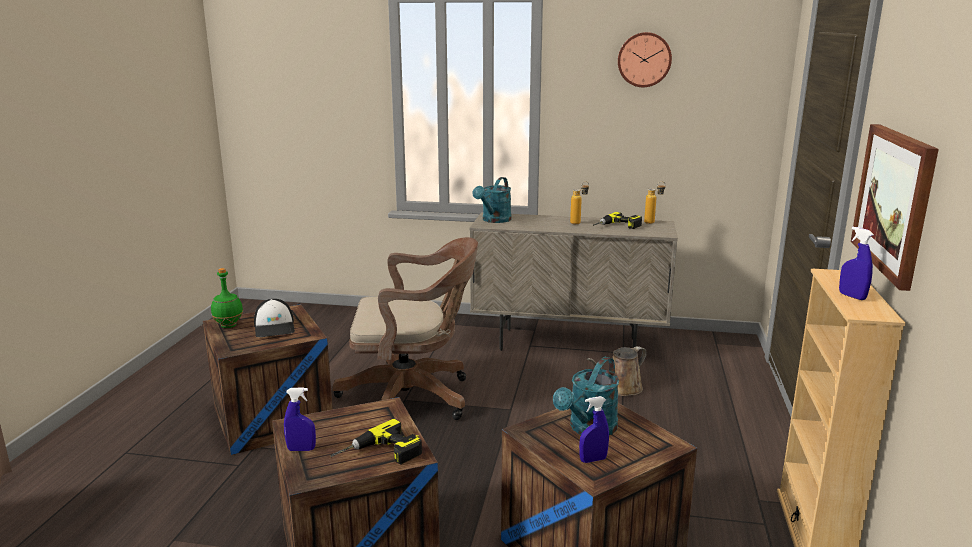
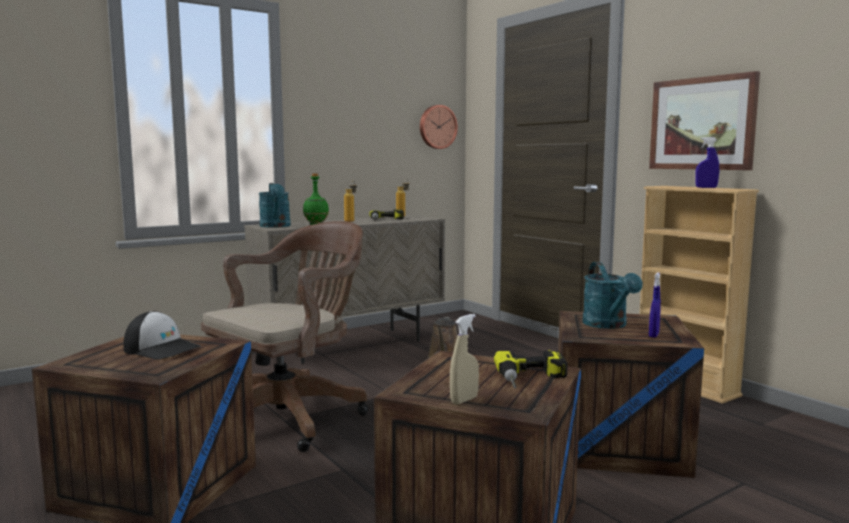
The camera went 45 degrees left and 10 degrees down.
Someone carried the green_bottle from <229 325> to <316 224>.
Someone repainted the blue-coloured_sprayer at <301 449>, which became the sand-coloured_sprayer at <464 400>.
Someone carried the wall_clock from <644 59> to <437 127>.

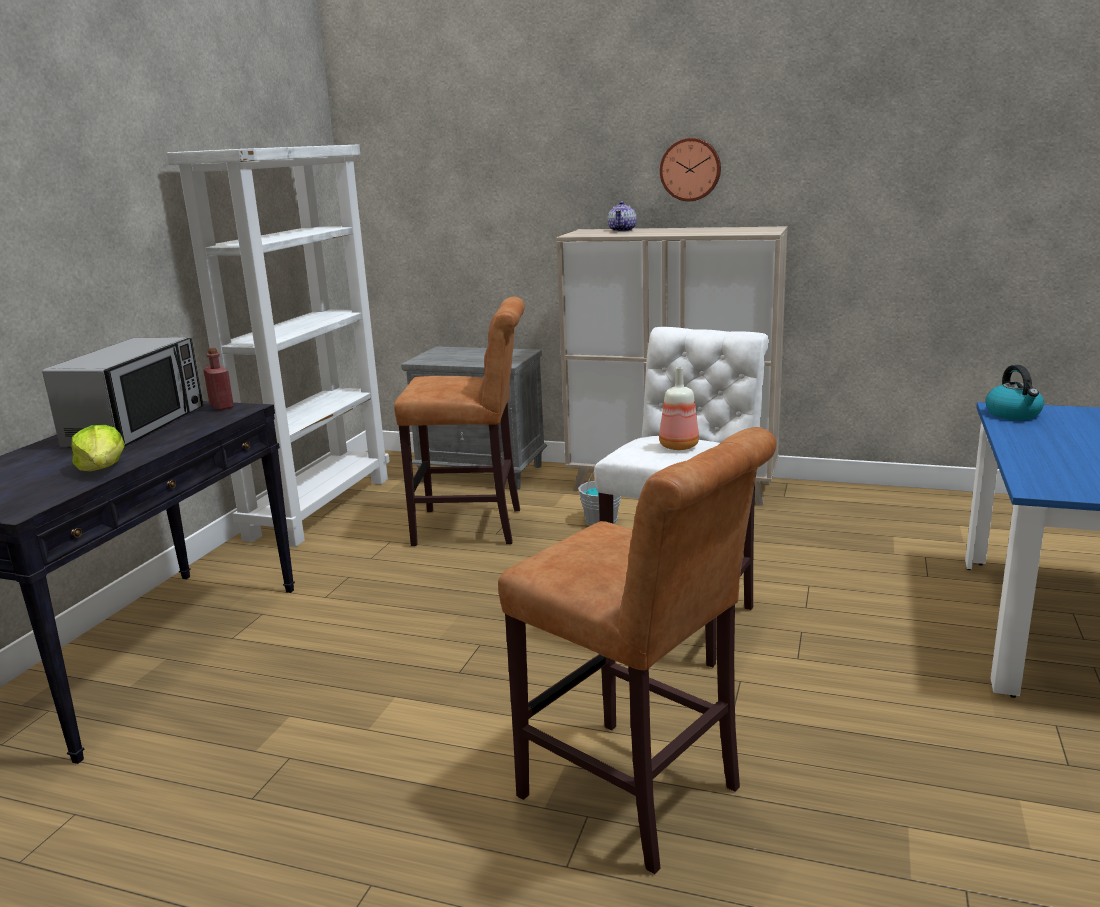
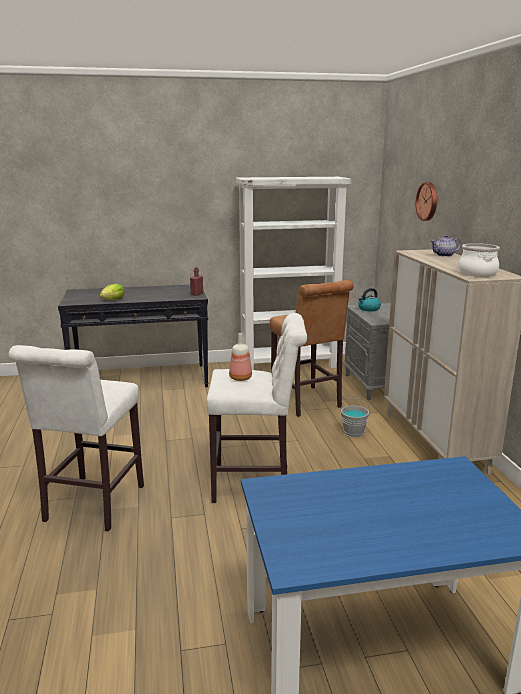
The camera went 60 degrees right and 0 degrees up.
Someone took away the microwave at <137 426>.
Someone repainted the brown-coloured_stool_seat at <638 798>, which became the white_stool_seat at <91 506>.
Someone carried the wall_clock from <690 169> to <428 201>.
Someone carried the water_kettle from <1013 414> to <368 309>.
Someone put down the cooking_pot at <476 273>.

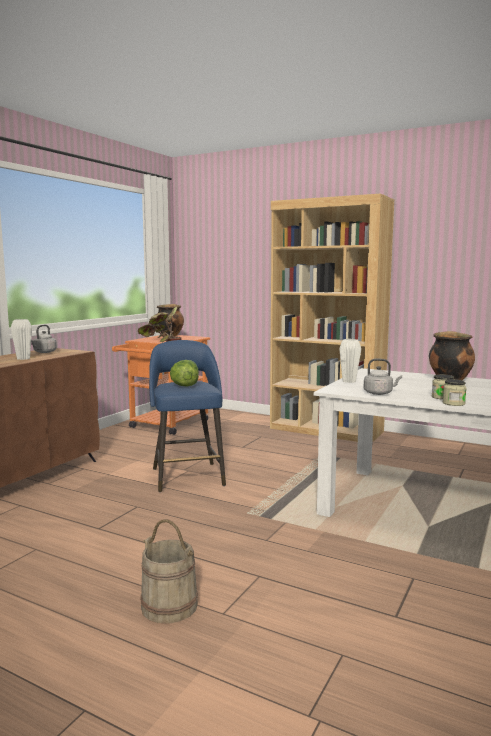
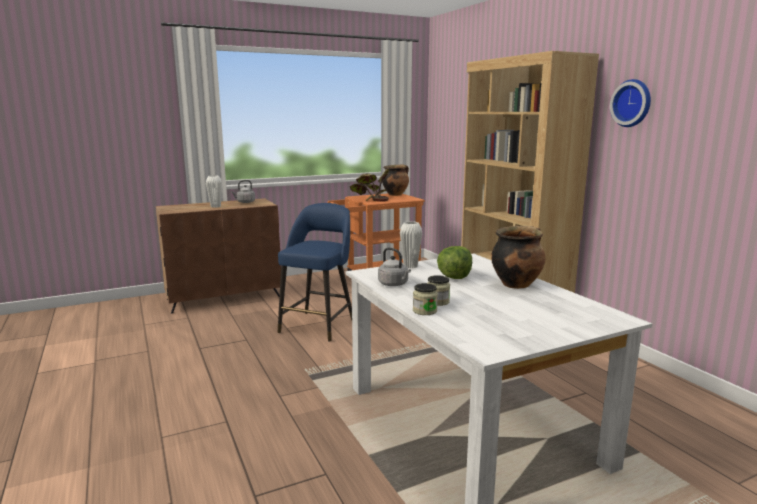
The camera went 35 degrees right and 5 degrees up.
Someone took away the sand-coloured_bucket at <169 606>.
Someone carried the lettuce from <184 386> to <454 277>.
Someone put up the wall_clock at <632 103>.

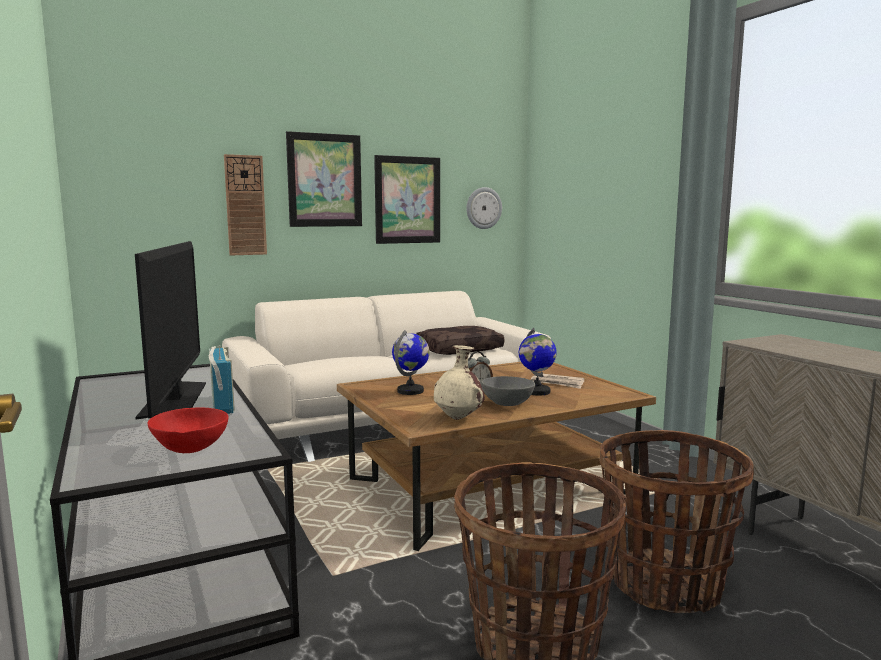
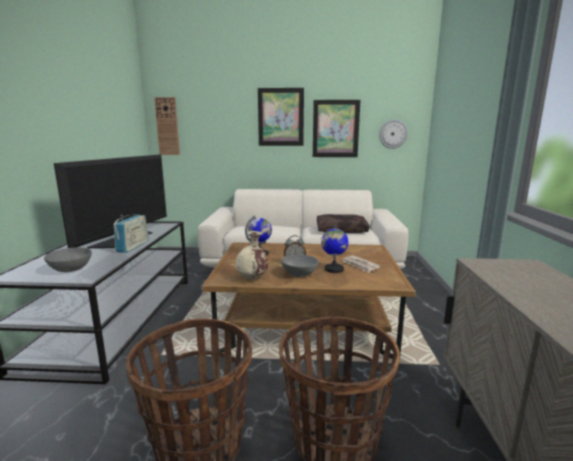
The camera went 30 degrees right and 5 degrees up.
Someone repainted the reddish_deep_dish at <191 448>, which became the greyish_deep_dish at <71 269>.
Someone carried the wall_clock from <245 205> to <167 126>.

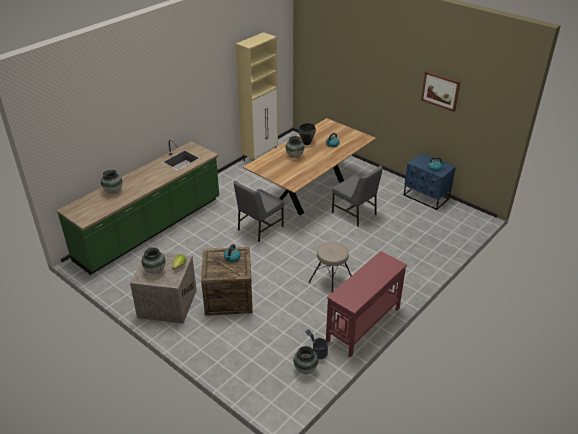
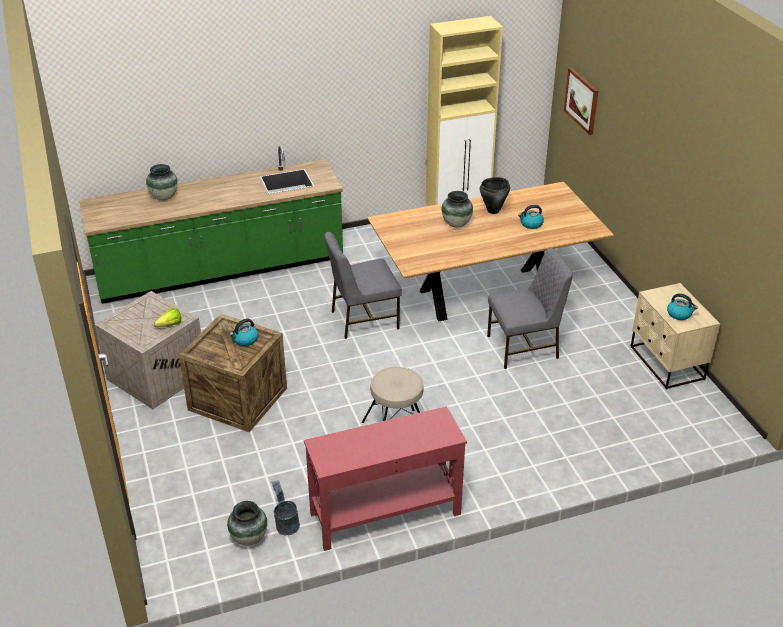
The camera went 30 degrees right and 0 degrees up.
Someone took away the decorative_vase at <155 270>.
Someone rotated the greyish_chair at <355 213> by 90 degrees counterclockwise.
Someone repainted the blue-coloured_bedside_table at <426 197>, which became the sand-coloured_bedside_table at <666 363>.
Someone carried the wall_picture from <440 91> to <581 100>.

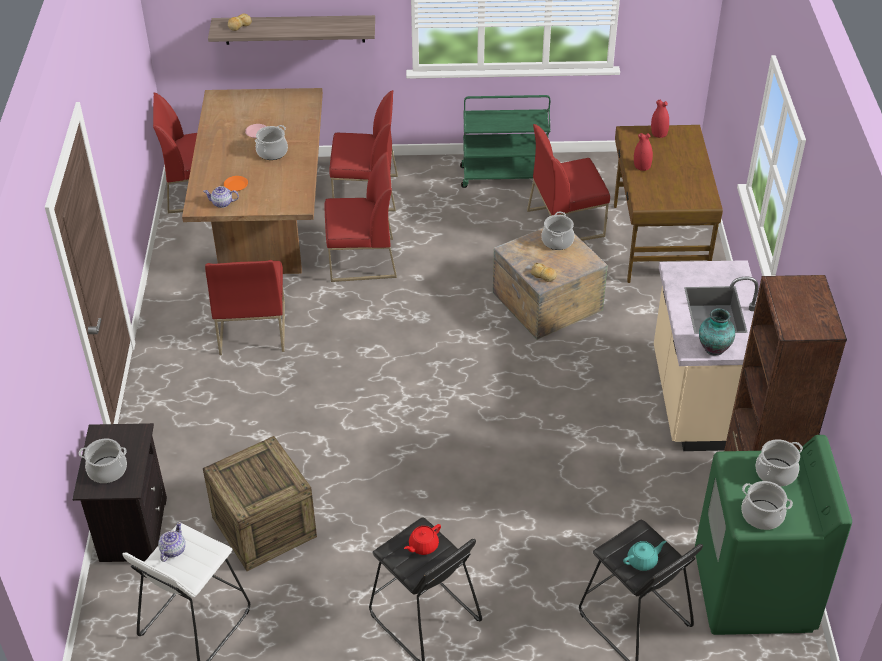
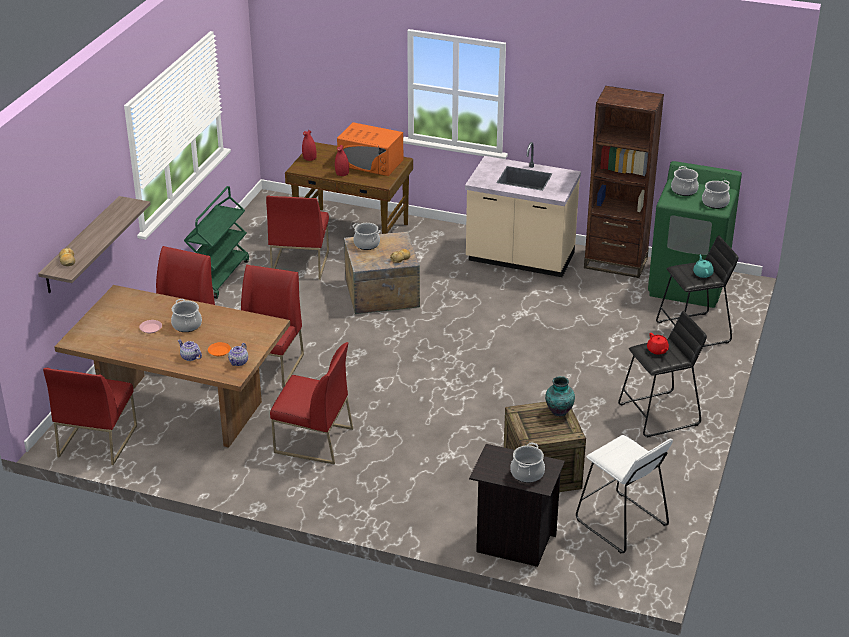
The camera went 70 degrees left and 10 degrees down.
Someone carried the tea_pot from <172 550> to <190 357>.
Someone carried the decorative_vase from <713 348> to <558 412>.
Someone put down the orangey_microwave at <371 163>.

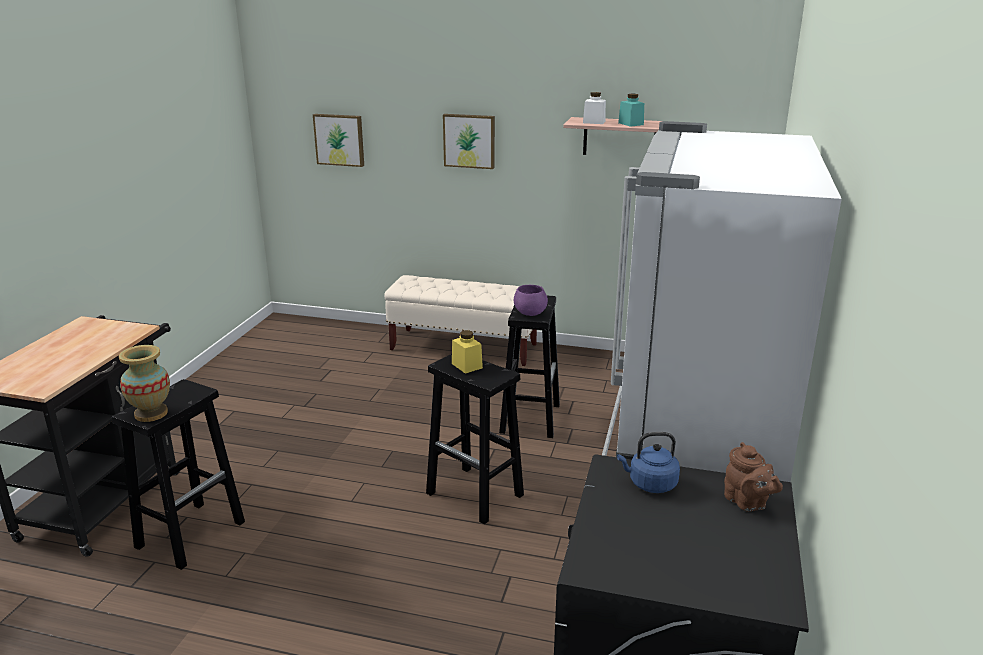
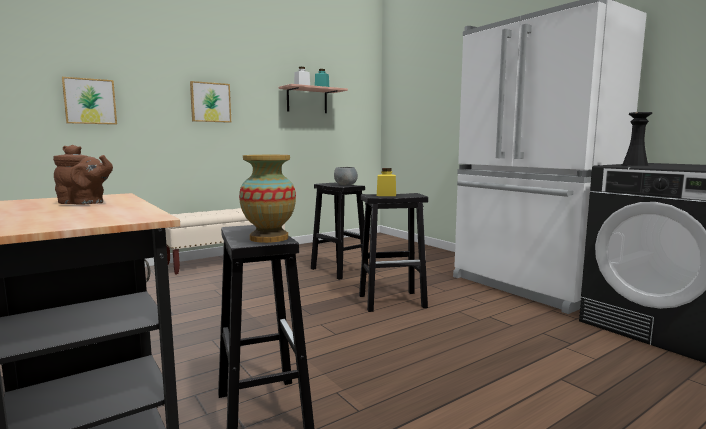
The camera went 50 degrees left and 15 degrees down.
Someone repainted the purple_deep_dish at <530 313>, which became the greyish_deep_dish at <345 185>.
Someone swapped the blue-coloured_water_kettle at <650 484> for the black-coloured_decorative_vase at <635 165>.
Someone carried the brown-coloured_tea_pot from <747 503> to <84 203>.

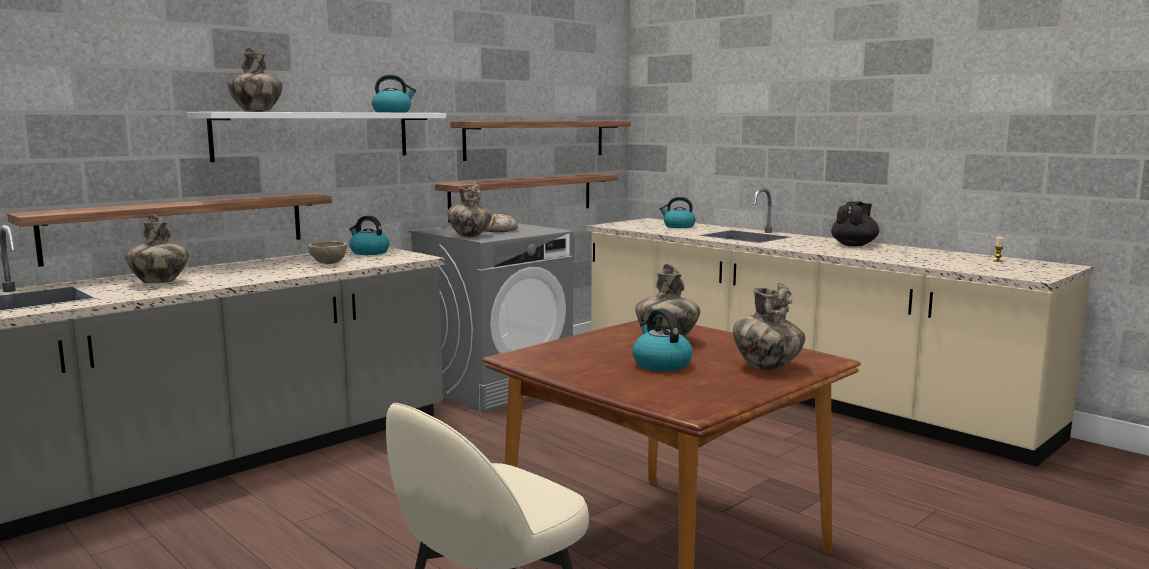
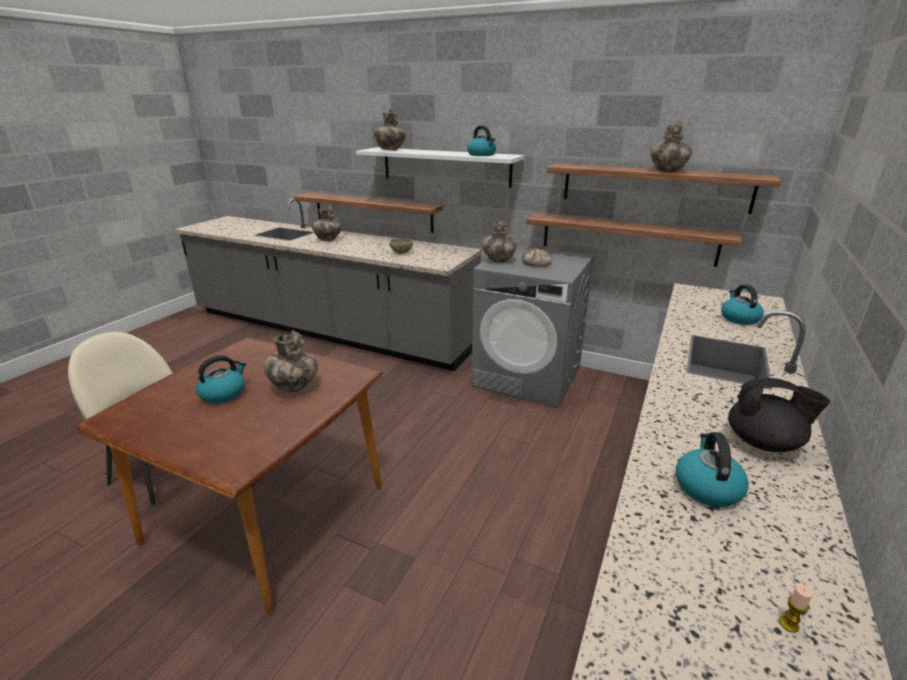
The camera went 70 degrees right and 15 degrees up.
Someone carried the water_kettle from <369 252> to <706 487>.
Someone carried the decorative_vase from <766 367> to <667 171>.

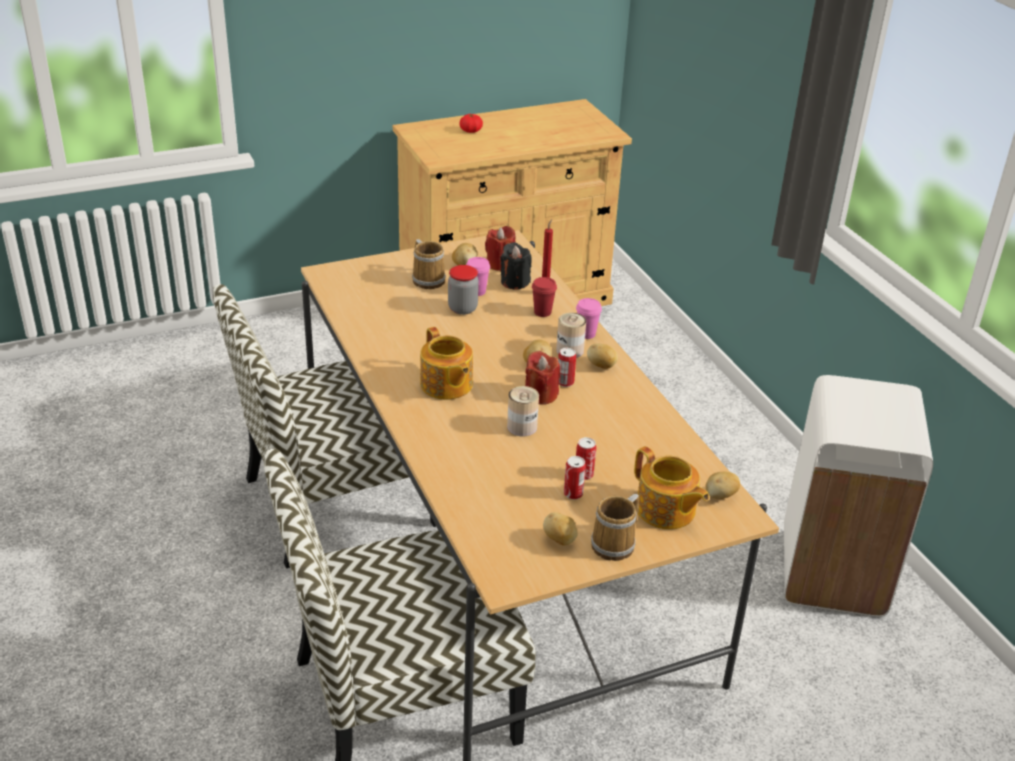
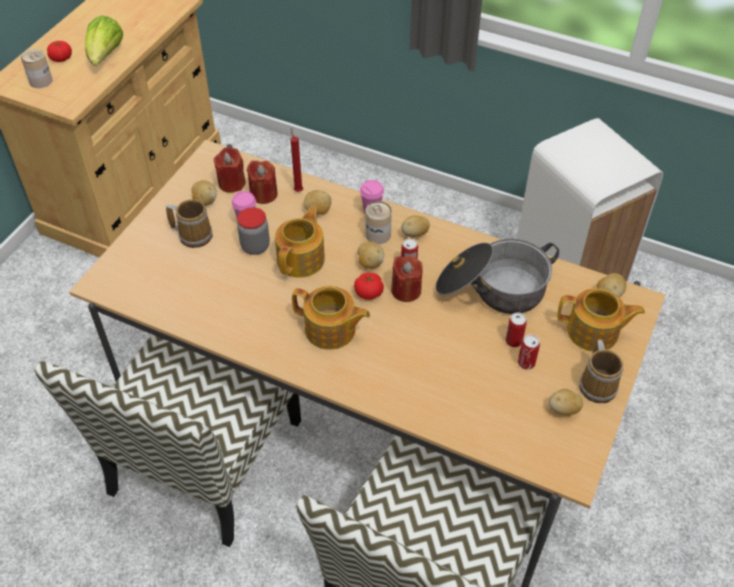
The camera went 40 degrees left and 15 degrees up.
Someone repainted the black-coloured_wax_light at <514 282>, which became the reddish_wax_light at <263 194>.
Someone carried the can from <522 427> to <41 81>.
Someone swapped the reddish_small_cup at <542 312> for the whole_potato at <318 211>.
Someone put down the lettuce at <105 57>.
Someone put down the tea_pot at <302 259>.
Someone put down the whole_tomato at <368 293>.
Someone put down the cooking_pot at <492 289>.

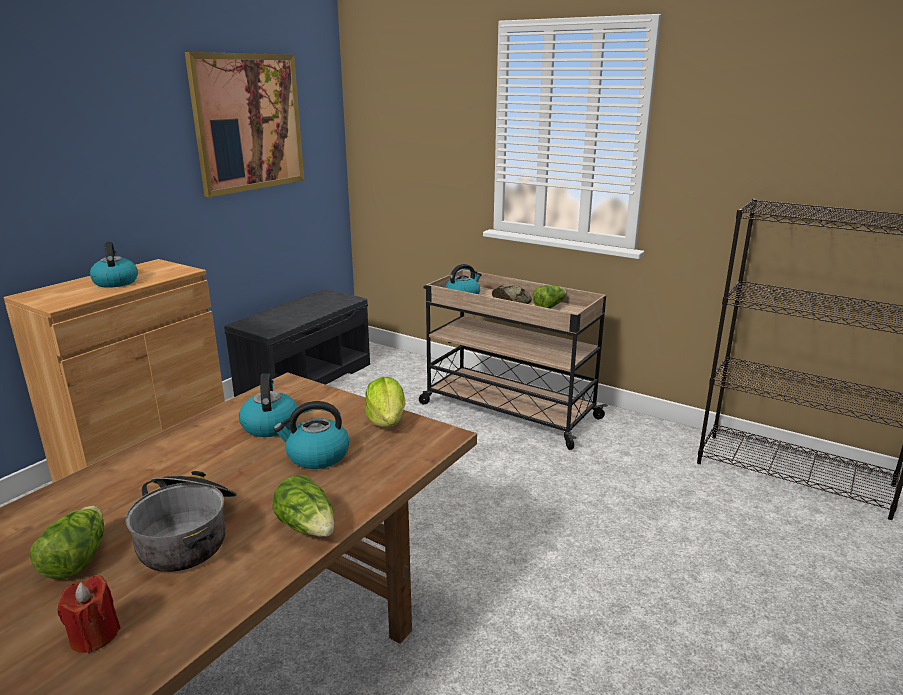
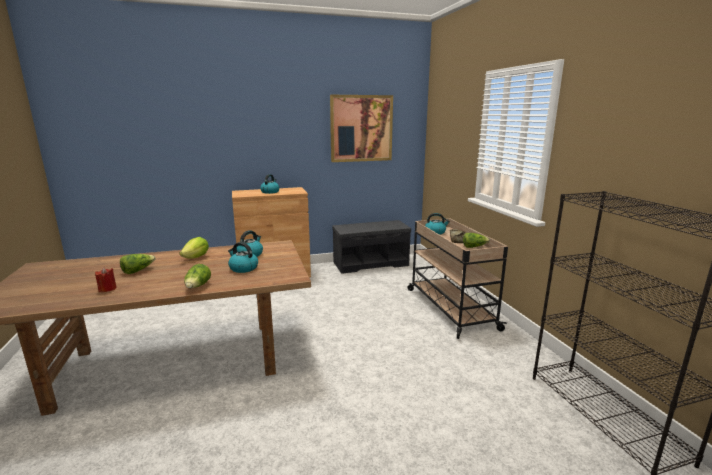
The camera went 40 degrees right and 5 degrees down.
Someone took away the cooking_pot at <189 534>.
Someone carried the lettuce from <387 421> to <196 257>.

